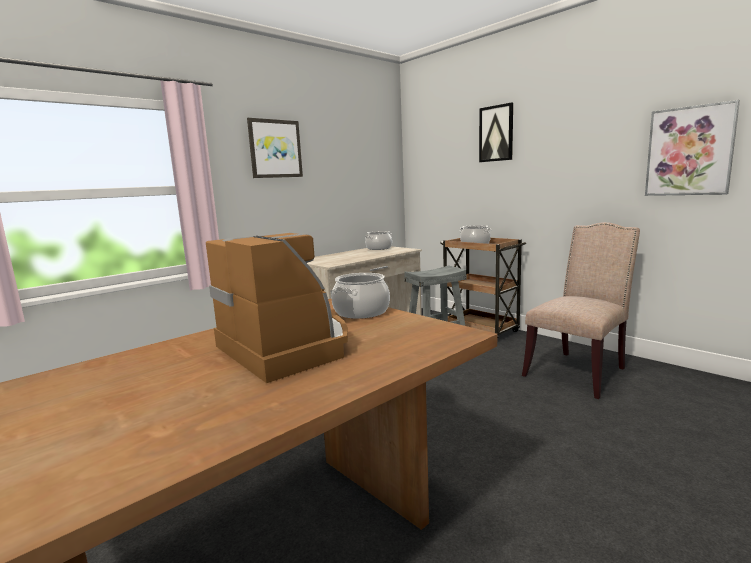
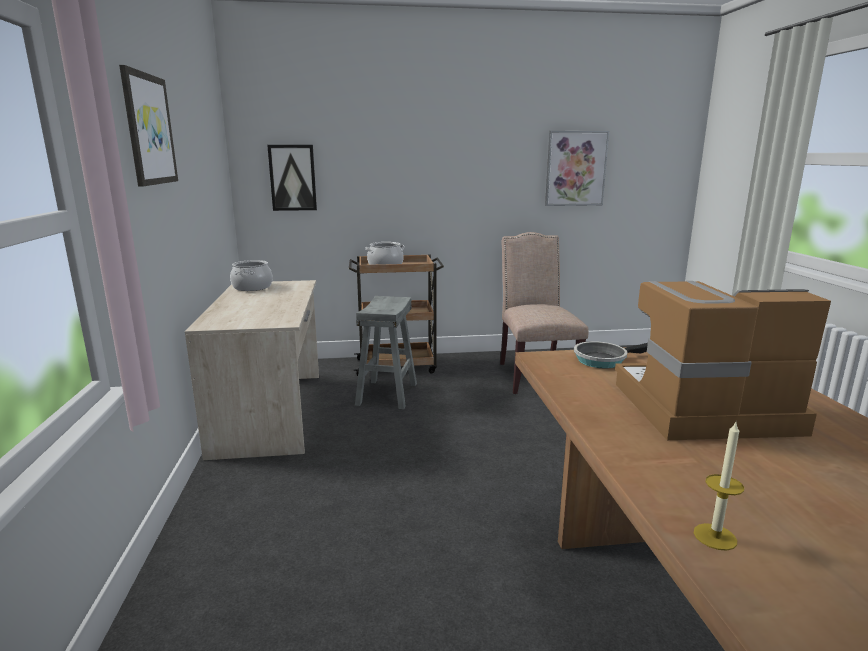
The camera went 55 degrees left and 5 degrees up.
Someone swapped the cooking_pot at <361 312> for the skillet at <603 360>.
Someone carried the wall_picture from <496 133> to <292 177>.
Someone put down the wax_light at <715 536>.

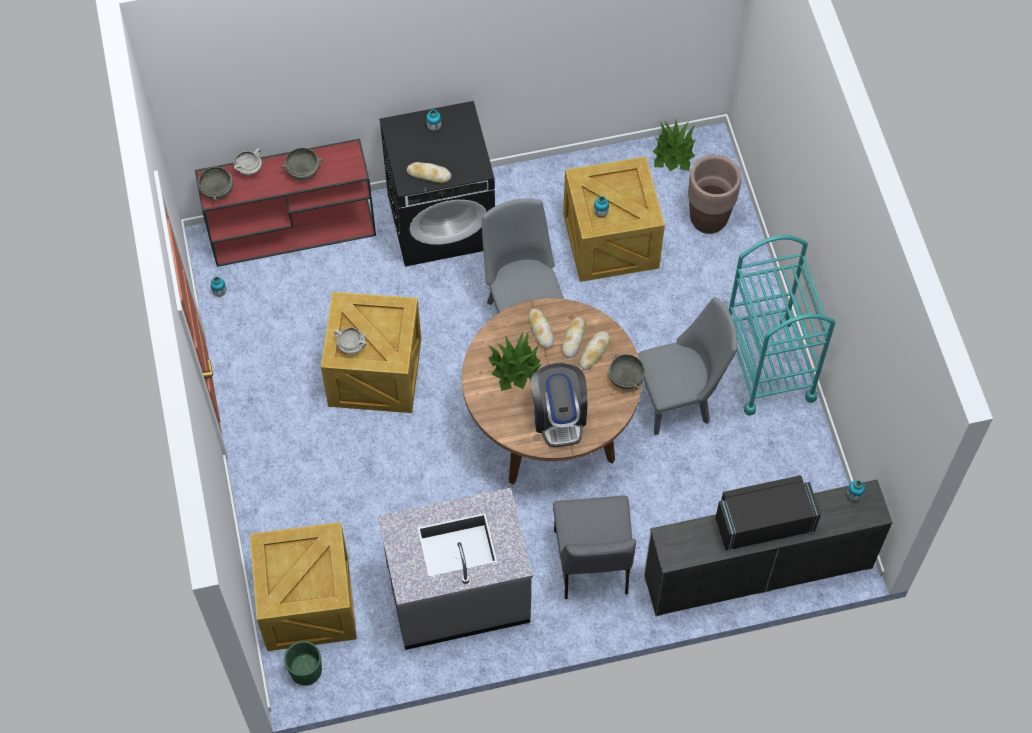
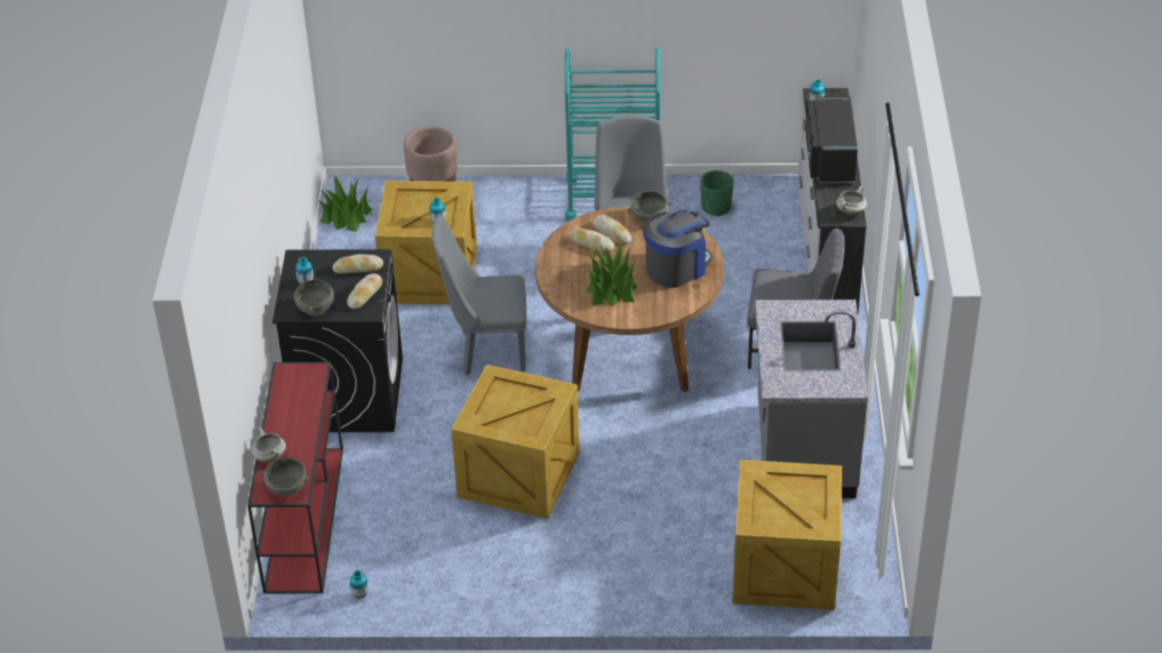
The camera went 75 degrees left and 20 degrees down.
Someone carried the greyish_deep_dish from <303 172> to <316 308>.
Someone carried the green_planter from <306 670> to <716 207>.
Someone carried the white_cooking_pot from <352 346> to <850 211>.
Someone carried the bread from <540 330> to <358 268>.
Someone rotated the coffee_maker at <559 416> by 45 degrees counterclockwise.

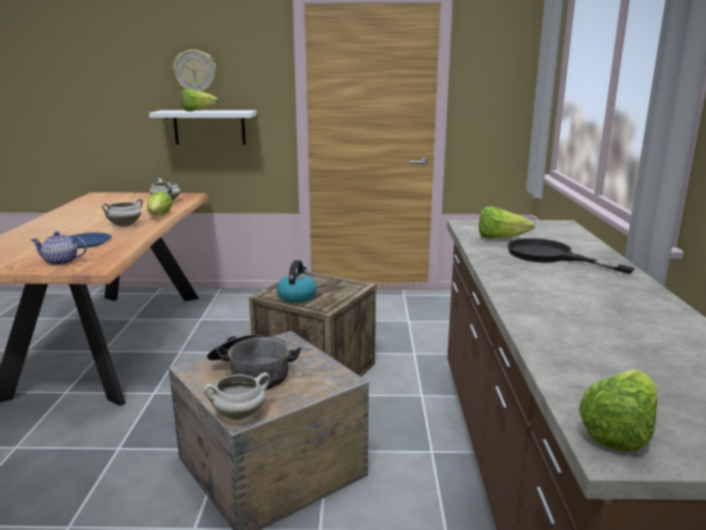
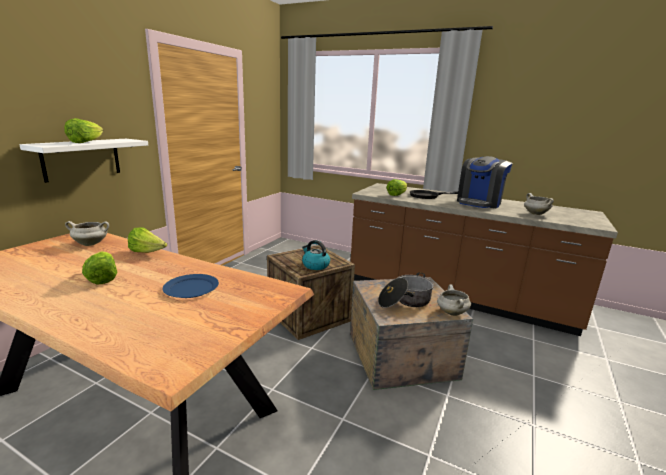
The camera went 65 degrees left and 0 degrees up.
Someone took away the tea_pot at <61 262>.
Someone carried the white_cooking_pot from <125 225> to <535 214>.
Someone took away the wall_clock at <195 72>.
Someone carried the lettuce from <618 431> to <102 278>.
Someone put down the coffee_maker at <479 203>.

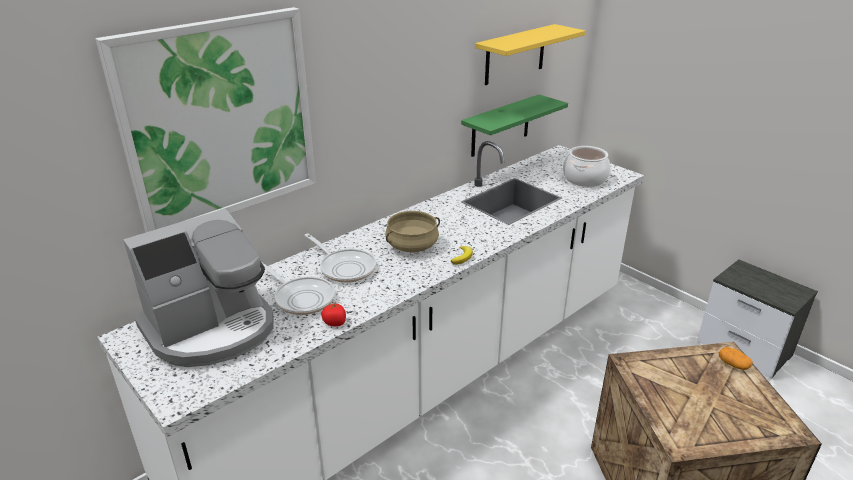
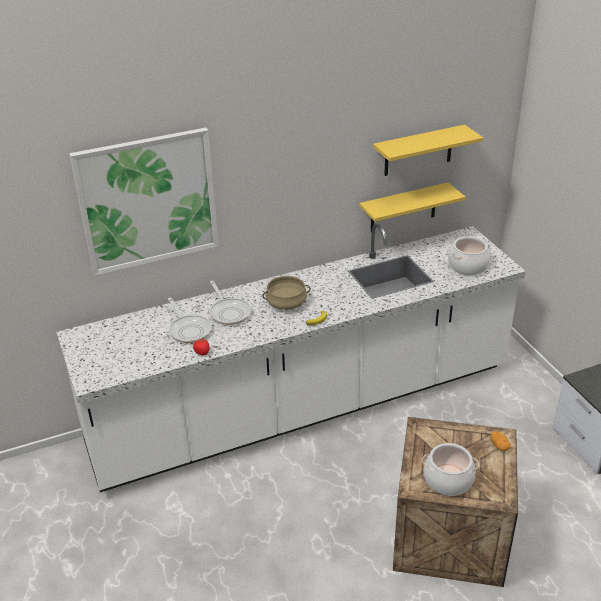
The camera went 20 degrees right and 5 degrees up.
Someone took away the coffee_maker at <212 329>.
Someone repainted the green_wall_shelf at <500 126>, which became the yellow_wall_shelf at <403 208>.
Someone put down the cooking_pot at <448 480>.

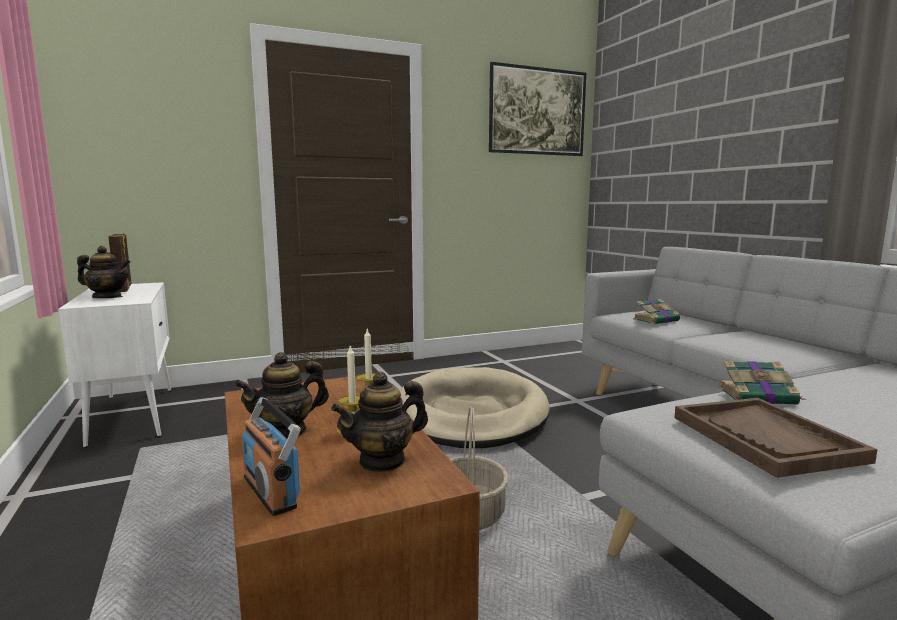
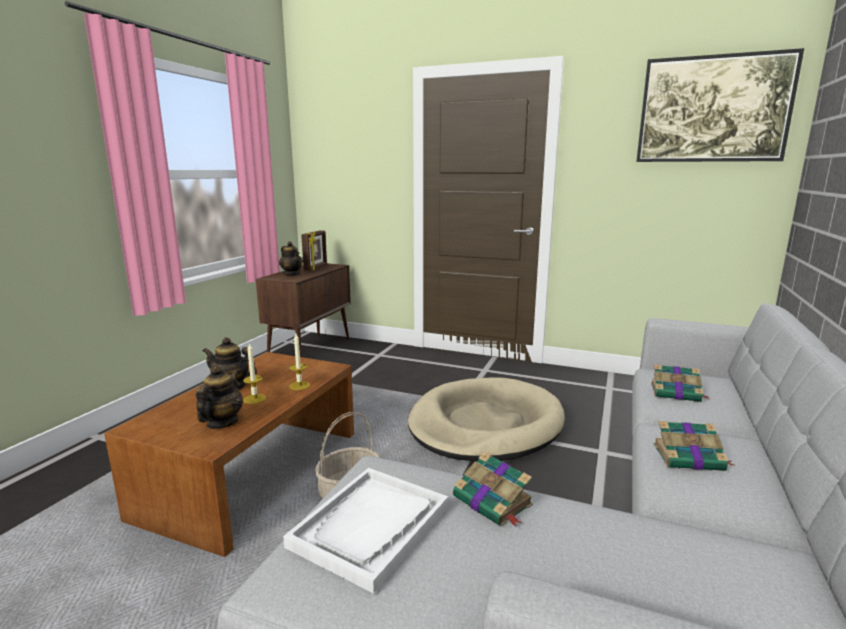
The camera went 45 degrees right and 5 degrees up.
Someone repainted the white_cabinet at <133 414>, which became the brown-coloured_cabinet at <311 350>.
Someone took away the radio at <271 491>.
Someone rotated the tea_pot at <383 461> by 90 degrees clockwise.
Someone repainted the brown-coloured_carrying_tray at <765 438>, which became the white_carrying_tray at <370 527>.
Someone put down the book at <690 458>.

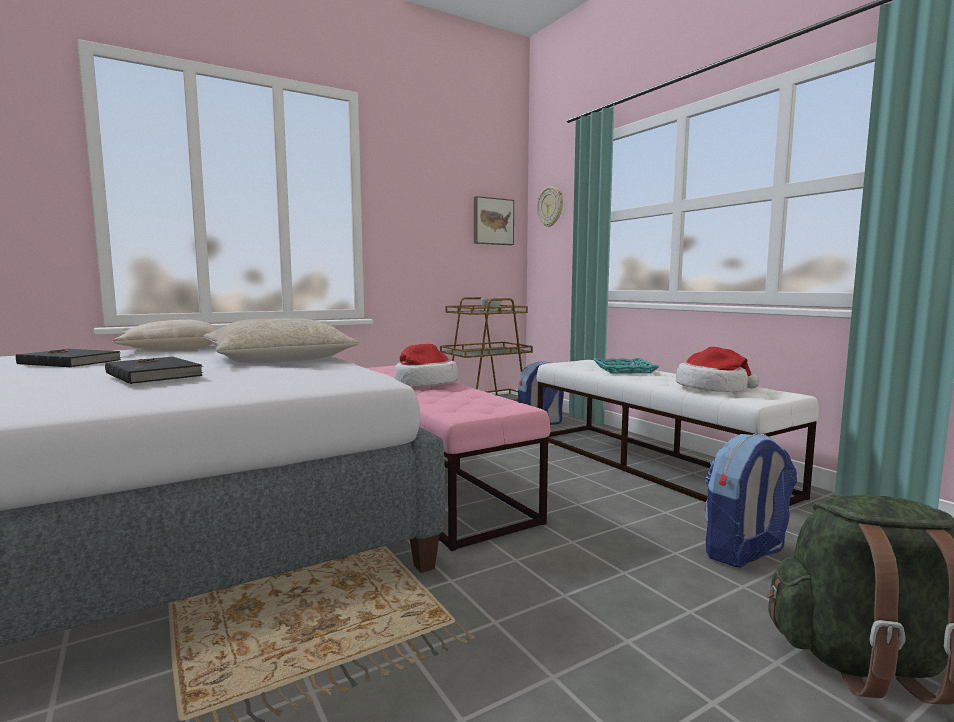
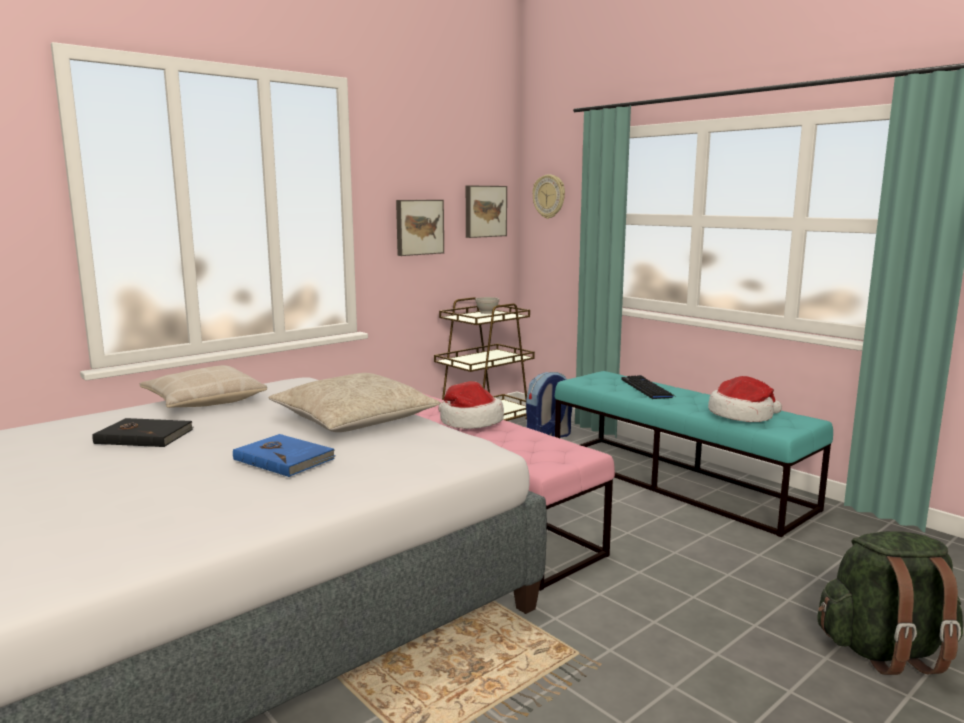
The camera went 10 degrees left and 5 degrees up.
Someone repainted the black-coloured_book at <155 374>, which became the blue-coloured_book at <284 458>.
Someone repainted the white_indoor_bench at <651 464>, which became the blue-green_indoor_bench at <677 481>.
Someone swapped the blue-green_carrying_tray at <623 370> for the keyboard at <647 388>.
Someone took away the knapsack at <745 553>.
Someone put up the wall_picture at <418 227>.

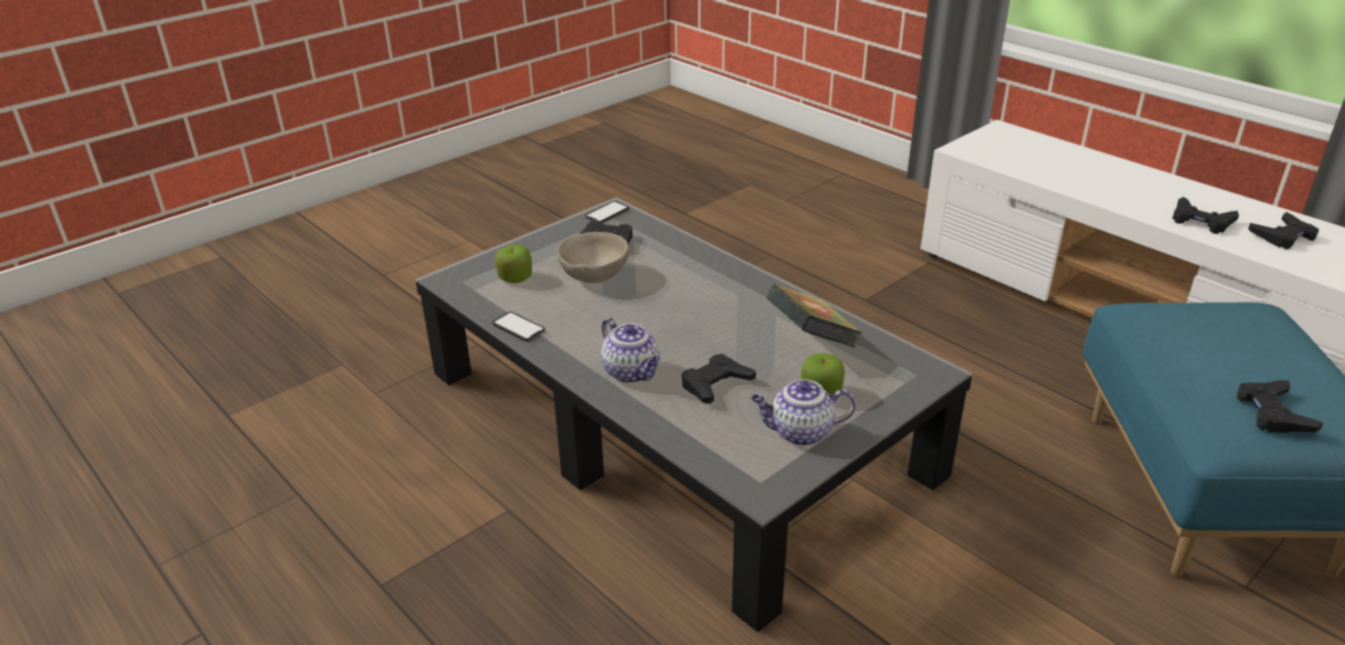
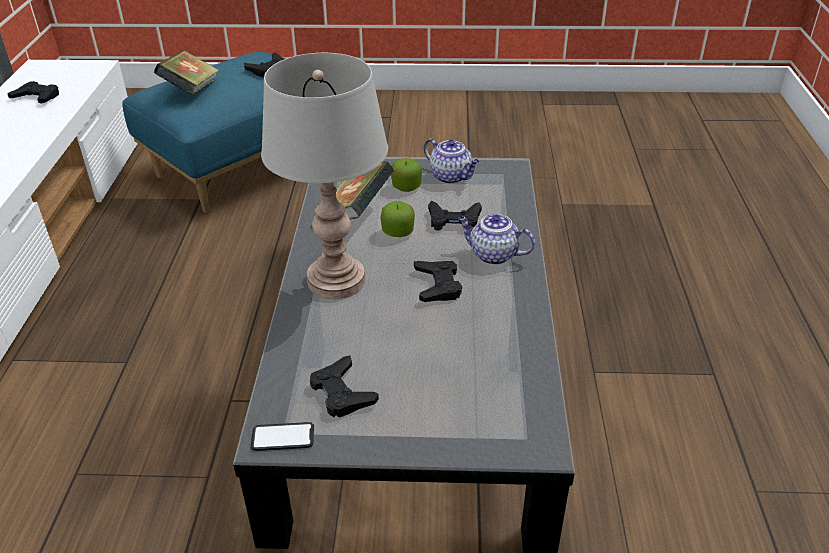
The camera went 135 degrees left and 5 degrees up.
Someone took away the handset at <518 327>.
Someone carried the apple_fruit from <515 278> to <398 232>.
Someone took away the sand-coloured_deep_dish at <594 275>.
Someone rotated the tea_pot at <632 372> by 75 degrees counterclockwise.
Someone carried the black-coloured_game_controller from <1201 221> to <438 285>.
Someone put down the book at <191 90>.
Someone put down the greyish_lamp_for_a_table at <336 280>.

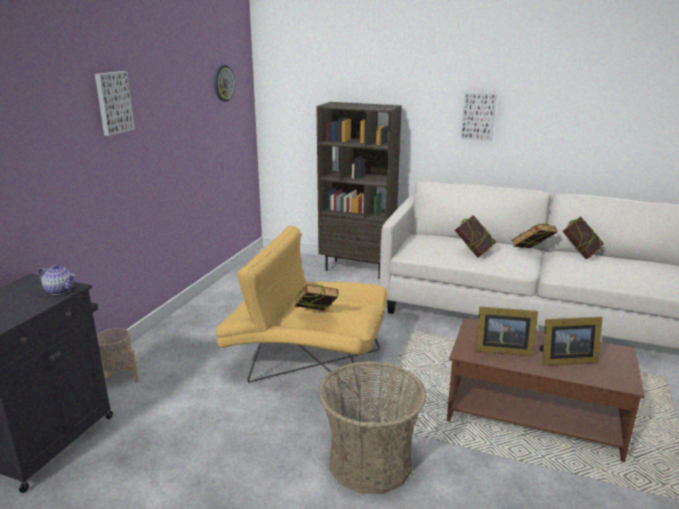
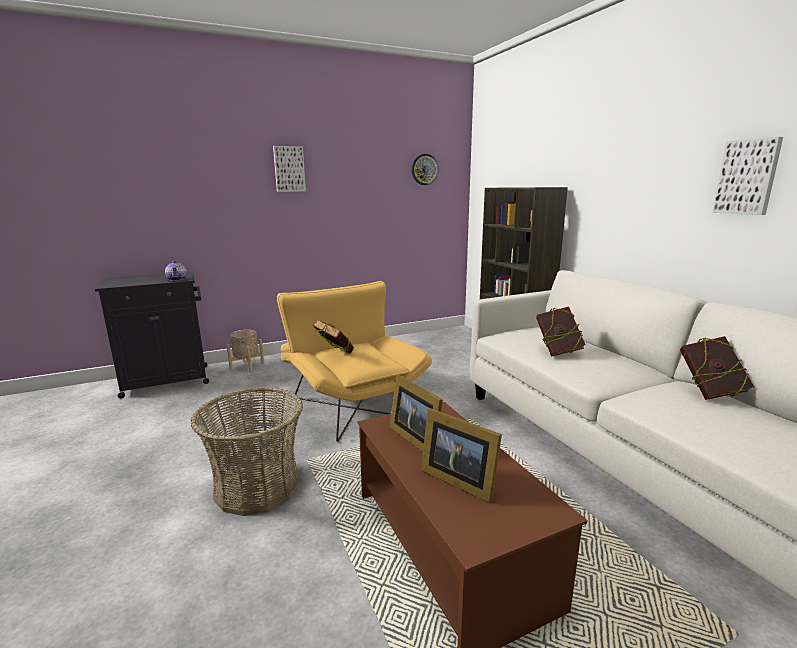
The camera went 45 degrees right and 5 degrees down.
Someone carried the wall_picture from <478 116> to <747 177>.
Someone took away the book at <531 253>.

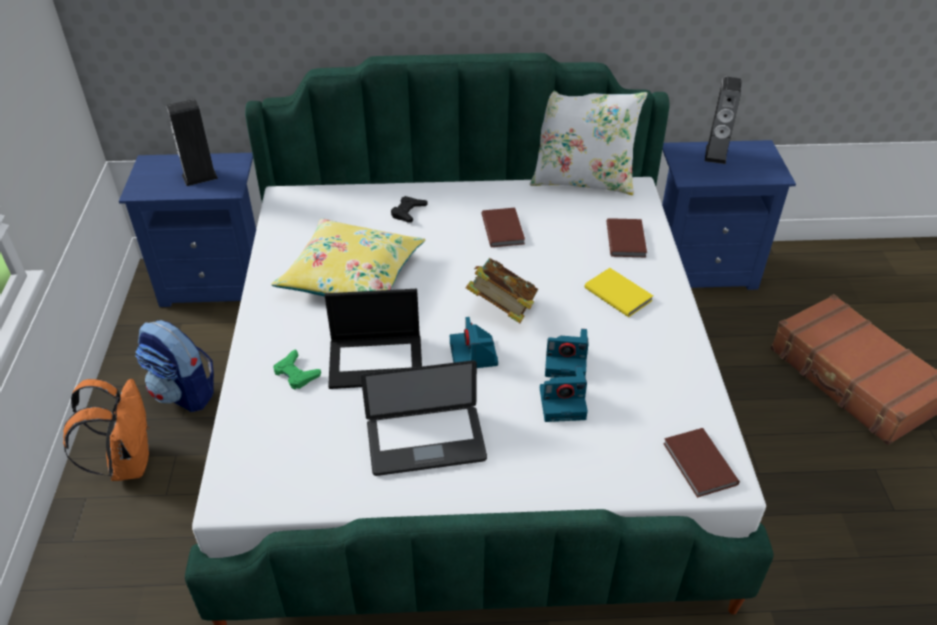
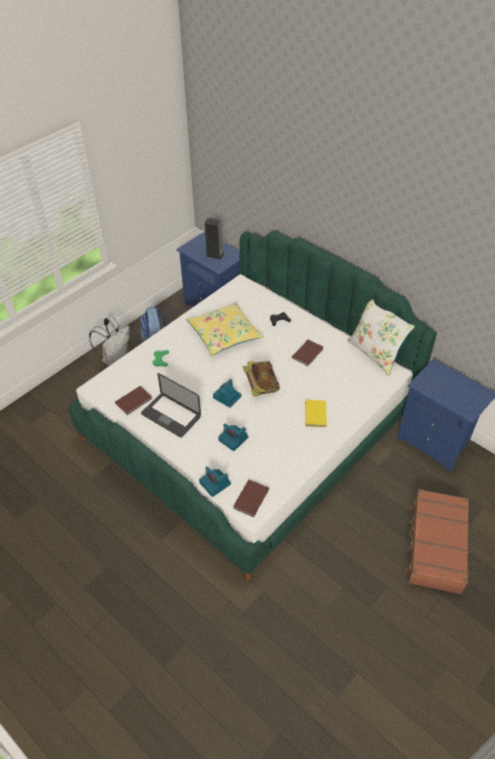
The camera went 45 degrees right and 5 degrees up.
Someone repainted the orangey_knapsack at <128 462>, which became the white_knapsack at <115 358>.
Someone took away the laptop at <377 361>.
Someone carried the still_camera from <566 362> to <216 483>.
Someone carried the brown-coloured_book from <627 239> to <134 401>.
Someone took away the speaker at <715 154>.

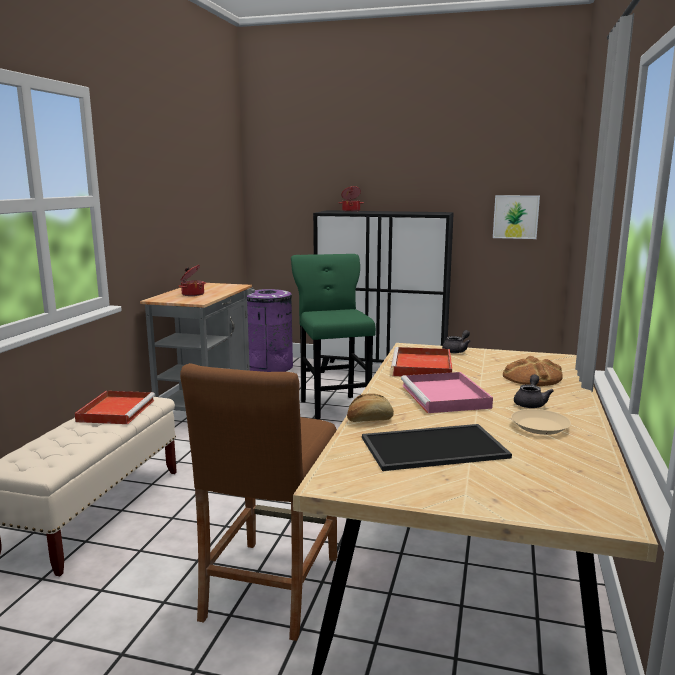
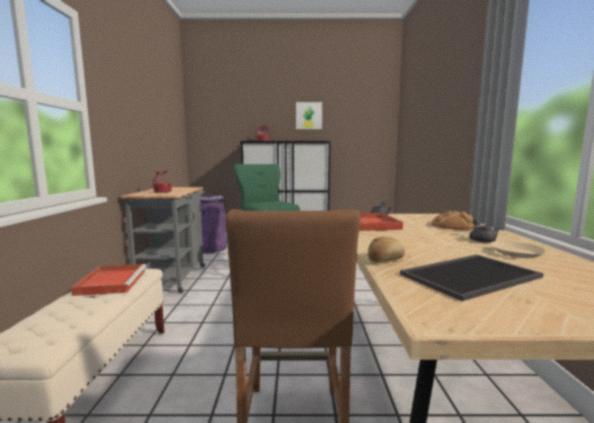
The camera went 15 degrees left and 5 degrees down.
Someone took away the pinkish_carrying_tray at <446 397>.
Someone carried the wall_picture from <515 217> to <308 115>.

